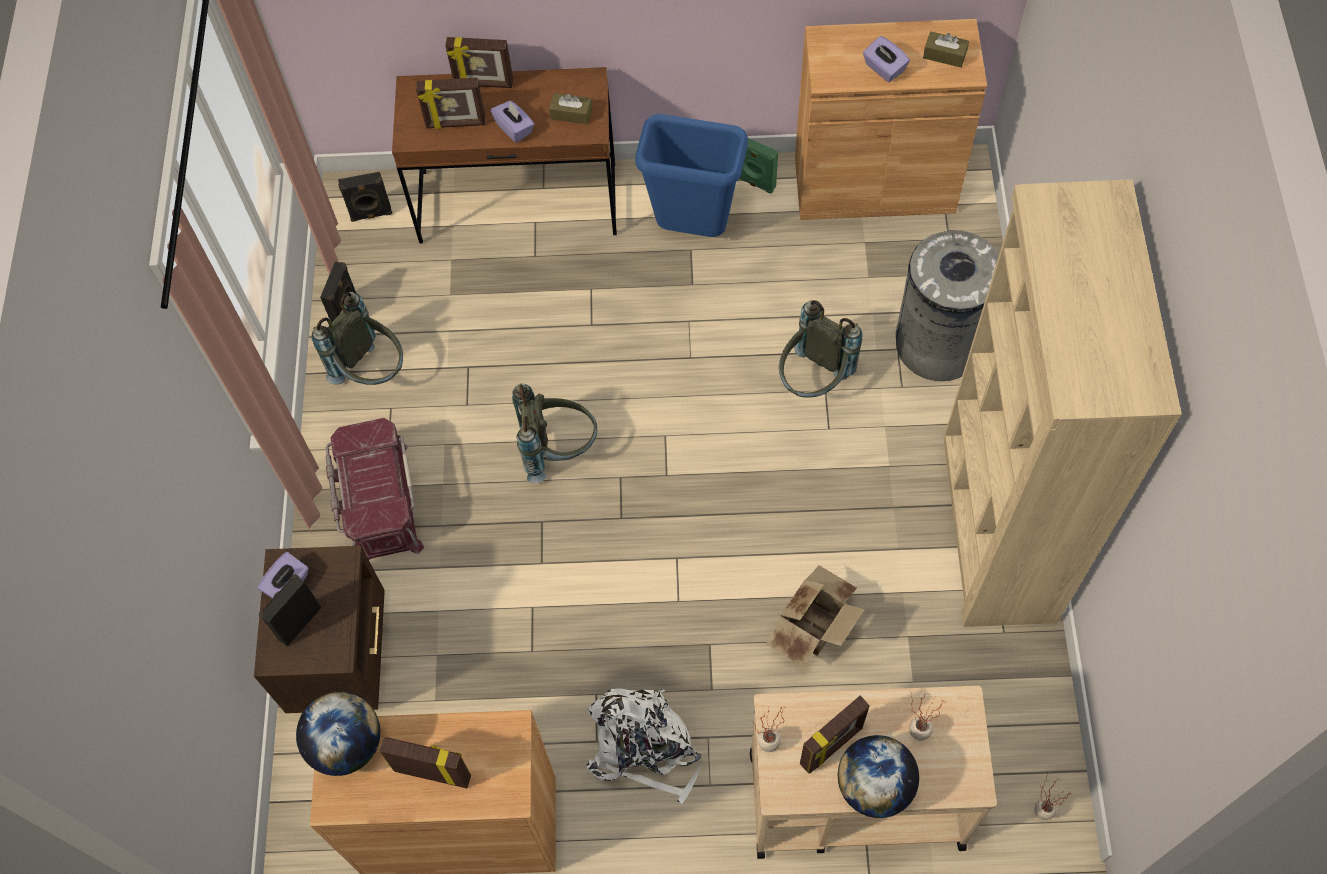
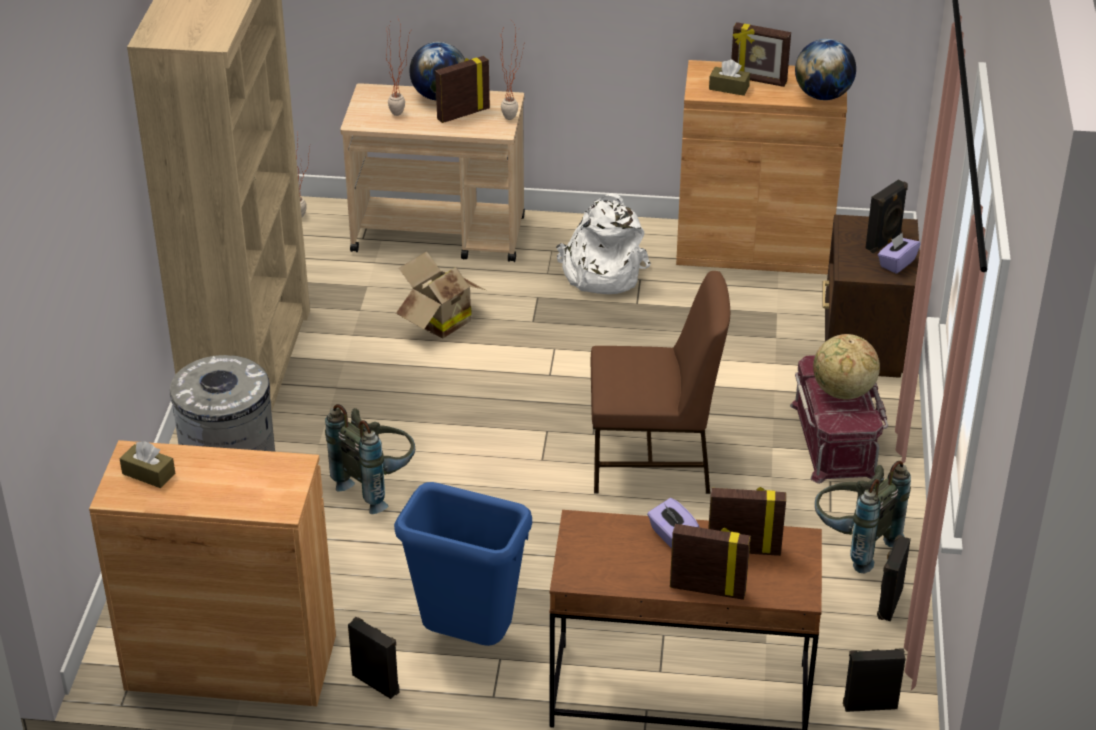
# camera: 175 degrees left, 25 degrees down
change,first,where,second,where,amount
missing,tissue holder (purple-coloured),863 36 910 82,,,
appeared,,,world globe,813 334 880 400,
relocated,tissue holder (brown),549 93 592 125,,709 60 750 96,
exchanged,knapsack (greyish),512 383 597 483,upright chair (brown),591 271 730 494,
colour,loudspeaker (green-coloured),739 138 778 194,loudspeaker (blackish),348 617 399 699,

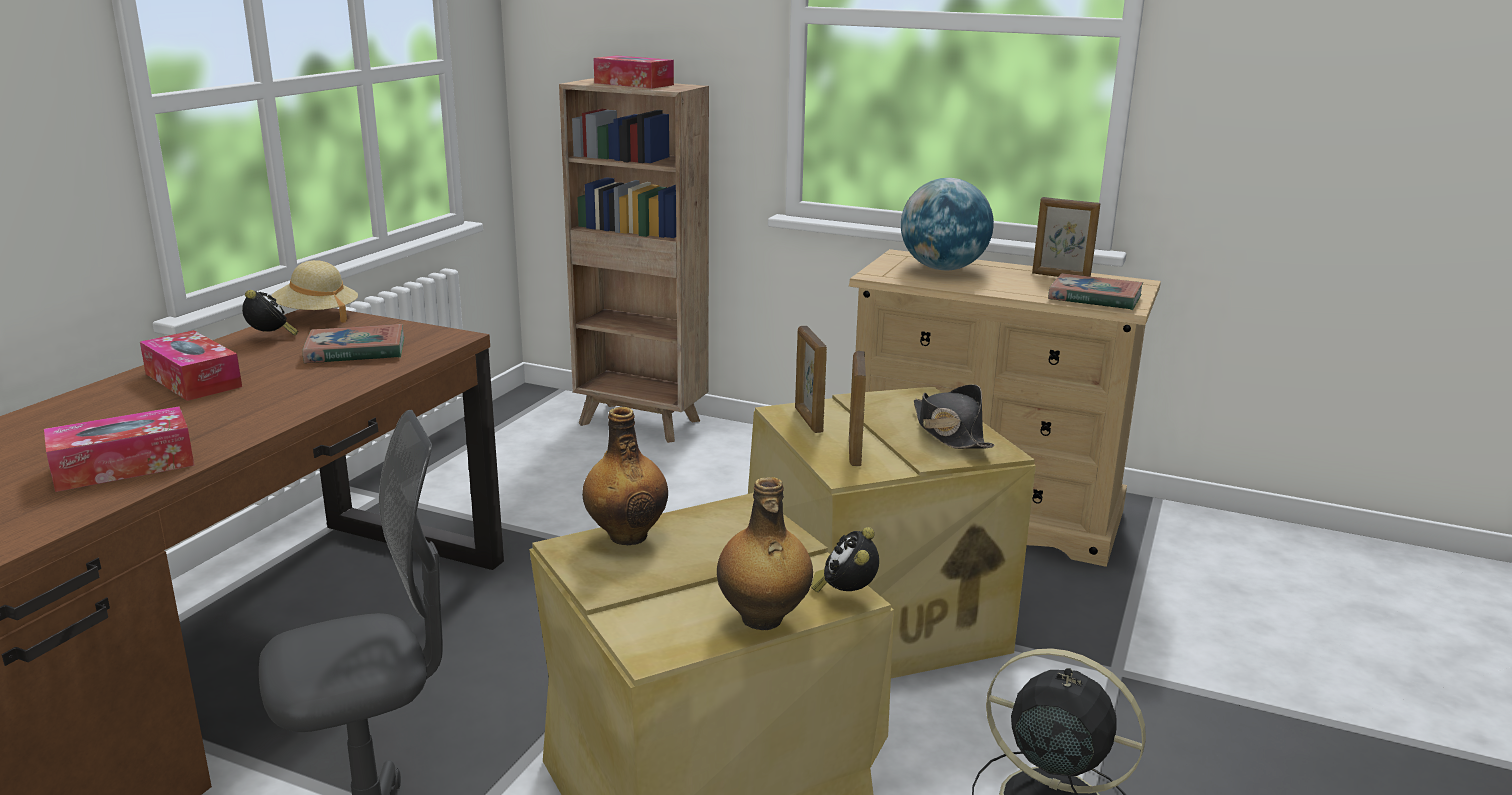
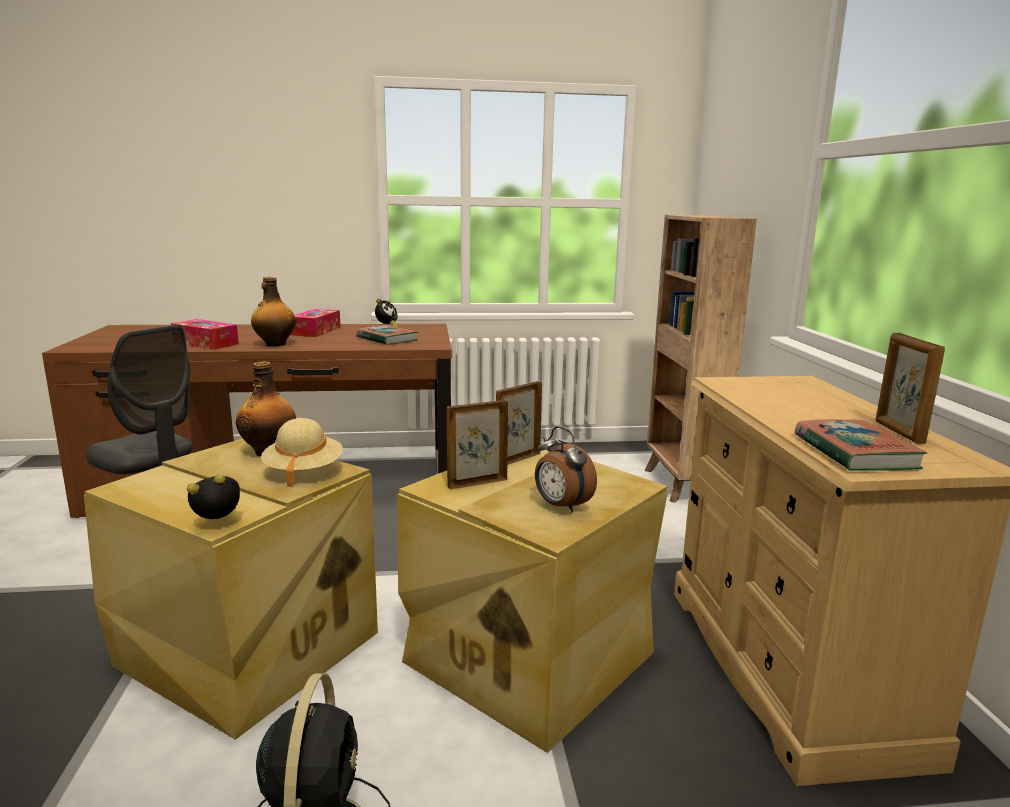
# camera: 60 degrees right, 5 degrees down
change,first,where,second,where,amount
missing,tissue holder,594 55 674 89,,,
missing,world globe,901 178 994 271,,,
relocated,hat (beige-coloured),271 260 358 323,,261 418 343 487,
relocated,bottle,717 477 813 630,,251 277 296 346,
exchanged,hat (blackish),914 384 995 449,bedside clock,535 426 597 512,

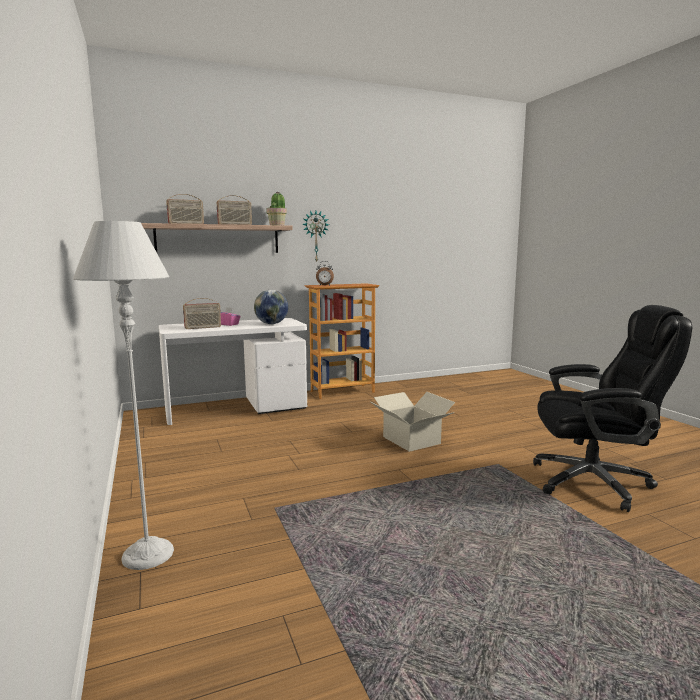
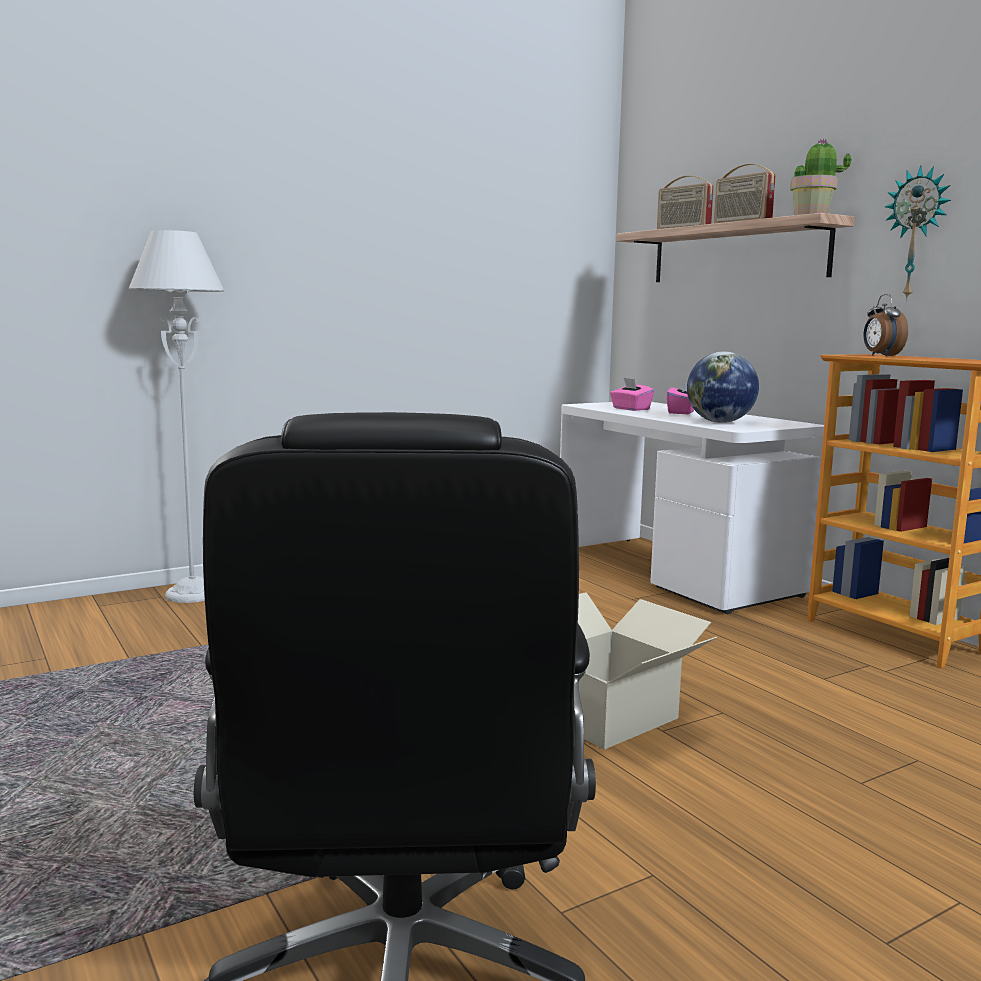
# camera: 80 degrees right, 0 degrees up
change,first,where,second,where,amount
exchanged,radio,183 298 221 329,tissue holder (pink),610 378 654 411,

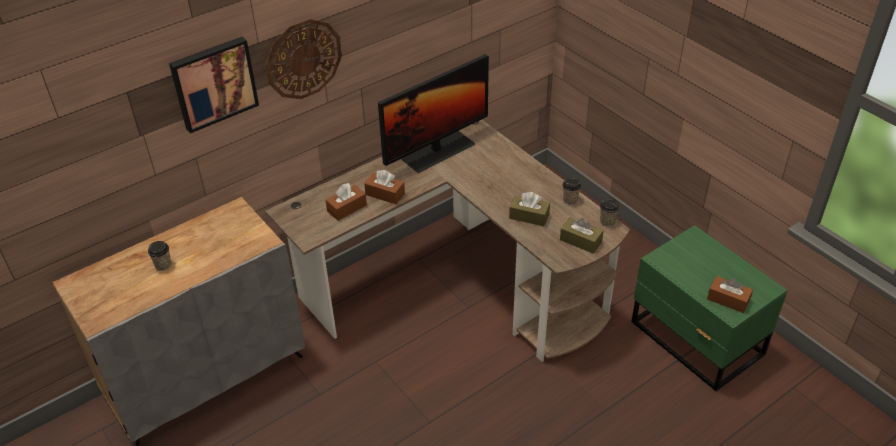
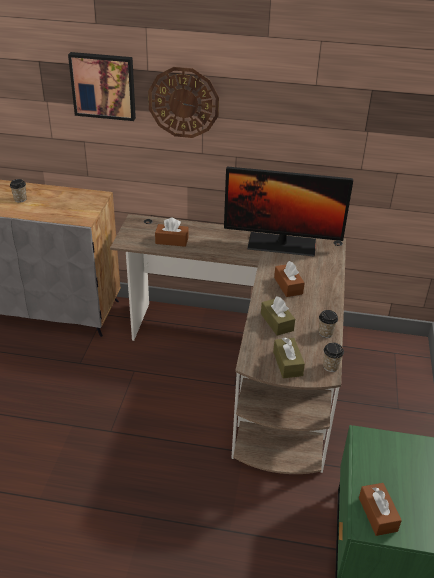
# camera: 45 degrees right, 5 degrees down
change,first,where,second,where,amount
relocated,tissue holder (brown),364 170 405 204,,274 261 305 297,

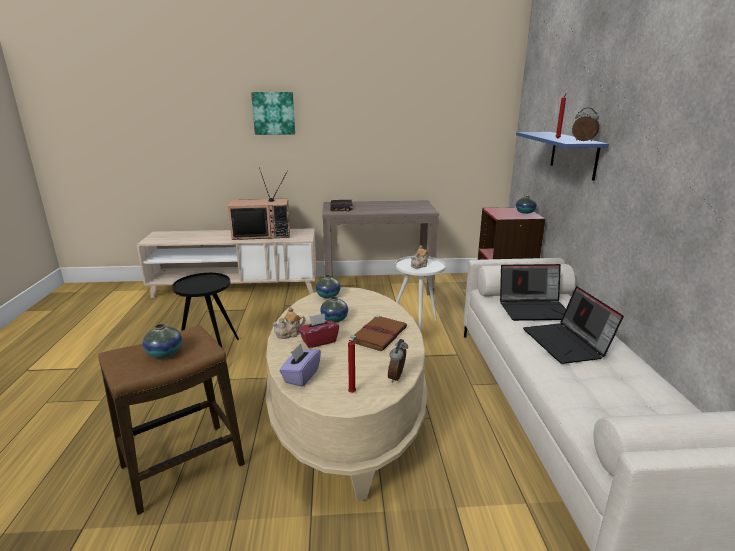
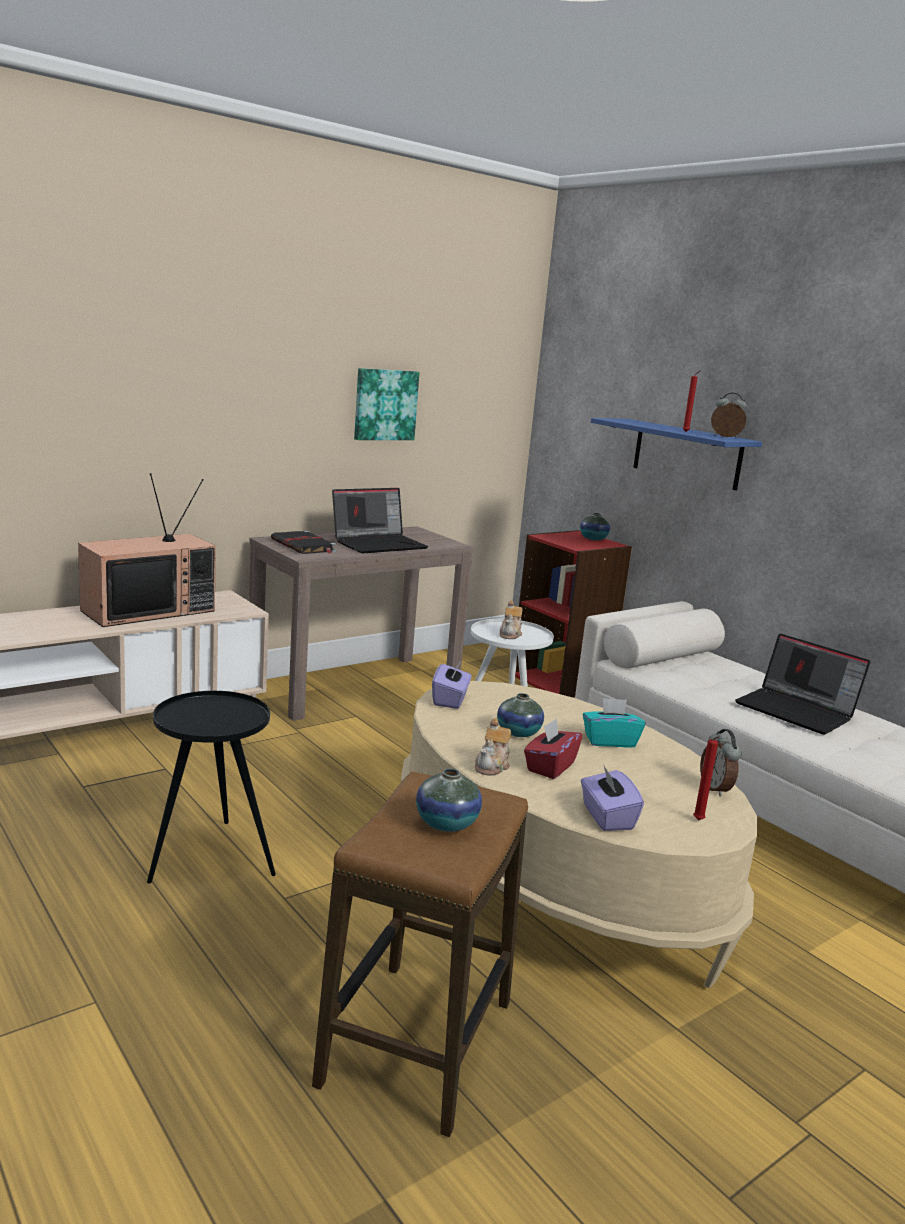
# camera: 35 degrees left, 5 degrees down
change,first,where,second,where,amount
relocated,wall picture,251 92 295 135,,354 368 419 440,
relocated,laptop,500 264 566 321,,332 488 428 553,
exchanged,vase,315 275 340 298,tissue holder (purple-coloured),432 660 471 709,
exchanged,volume (brown),350 315 407 351,tissue holder (blue-green),583 698 646 748,

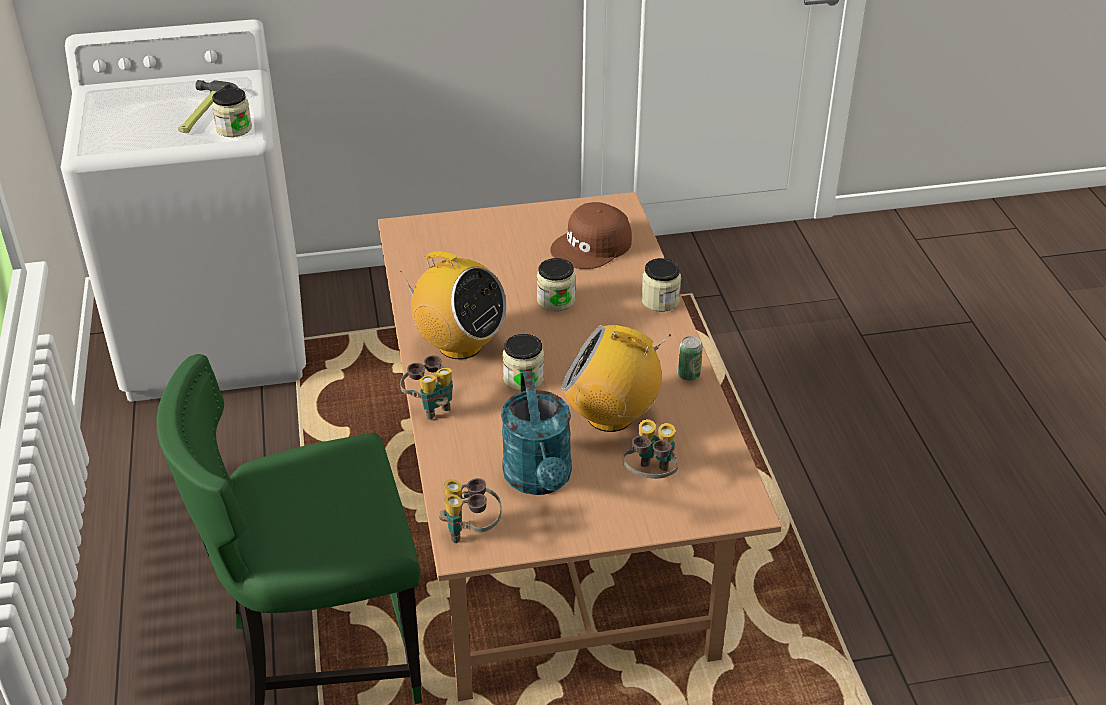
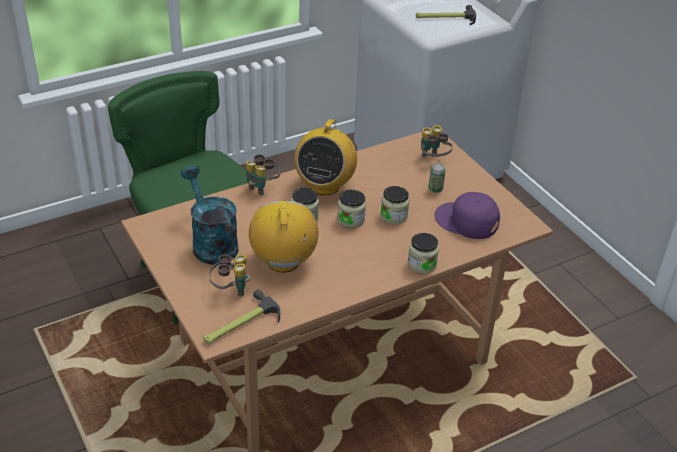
# camera: 70 degrees right, 0 degrees up
change,first,where,second,where,amount
appeared,,,hand hammer,203 289 280 344,
relocated,storage jar,212 88 252 137,,337 190 366 228,
relocated,field glasses,439 478 502 543,,421 125 453 157,
relocated,sealed can,678 336 703 381,,428 164 445 193,
colour,baseball cap (brown),550 202 632 269,baseball cap (purple-coloured),435 192 500 239,
spun,sprinkling can (blue-green),501 371 572 495,,181 165 239 265,90 degrees clockwise

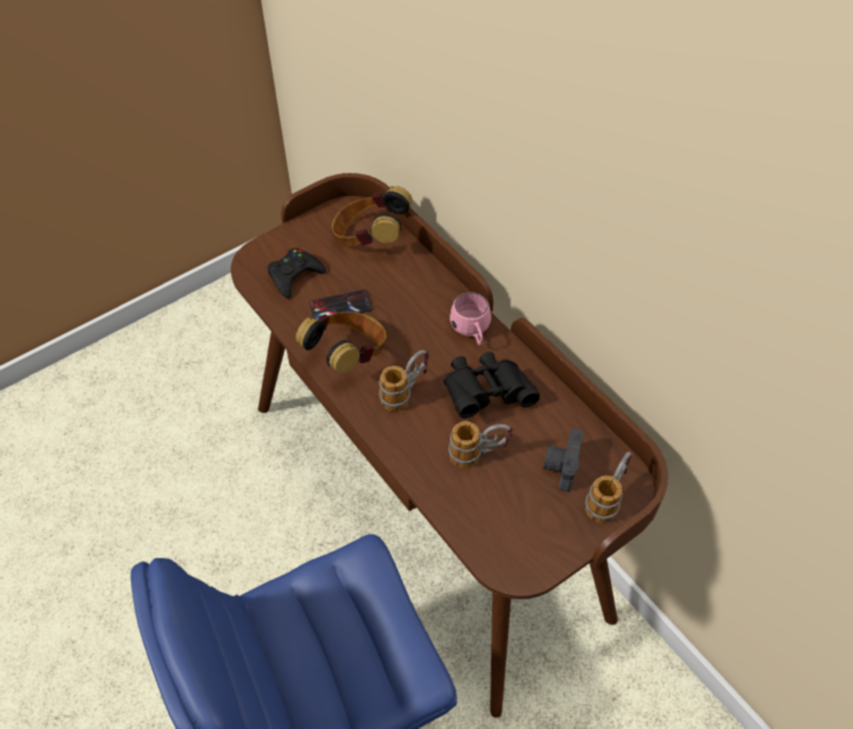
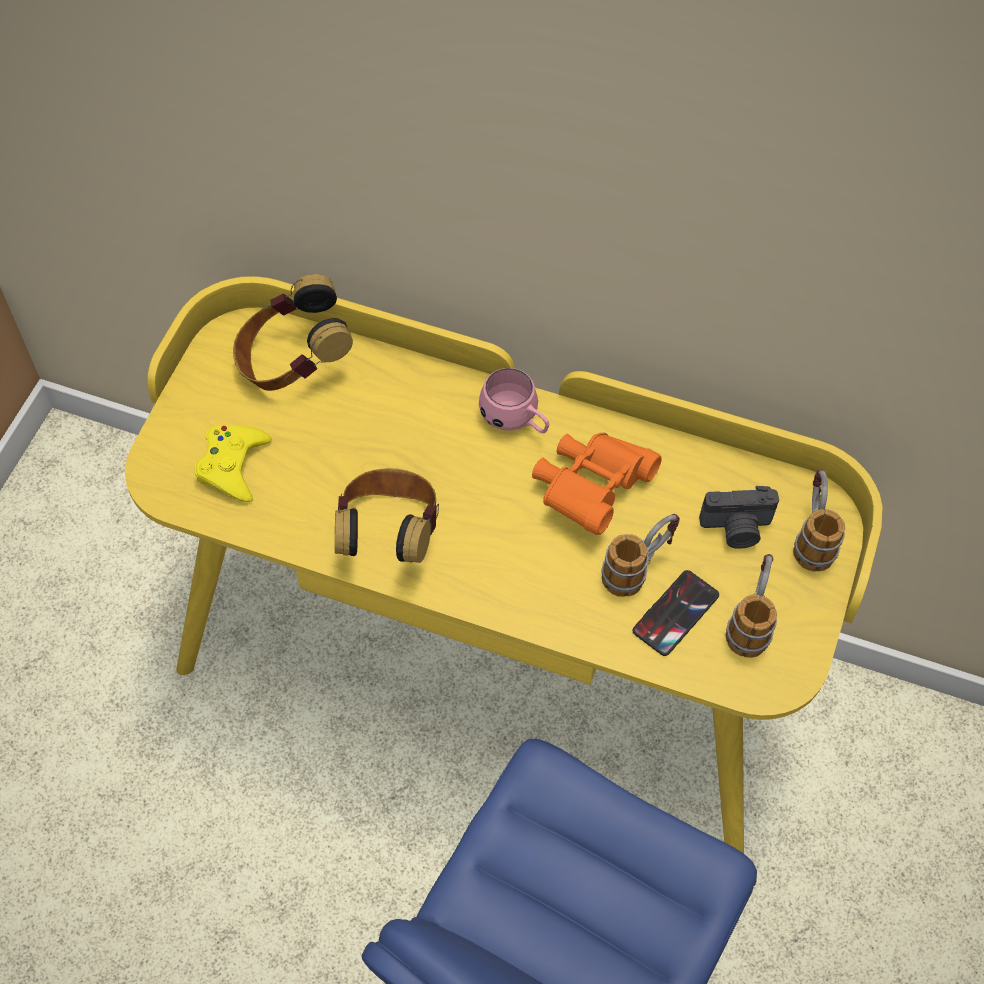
# camera: 35 degrees left, 5 degrees up
change,first,where,second,where,amount
relocated,telephone,310 290 372 320,,633 570 719 656,
relocated,coffee mug,379 350 429 411,,725 554 777 658,
colour,desk table (brown),231 173 668 718,desk table (yellow),125 276 883 853,
colour,gamepad (blackish),267 248 326 299,gamepad (yellow),195 425 272 502,
colour,field glasses (blackish),443 352 540 418,field glasses (orangey),532 433 662 535,
spun,photo camera,543 428 583 492,,699 486 779 549,75 degrees counterclockwise

